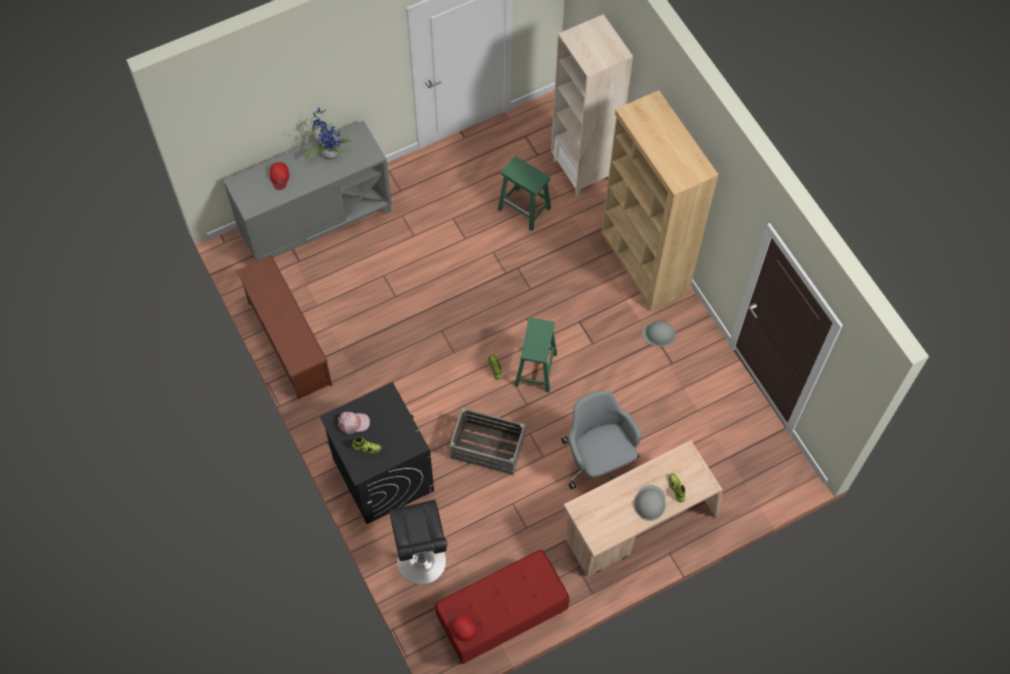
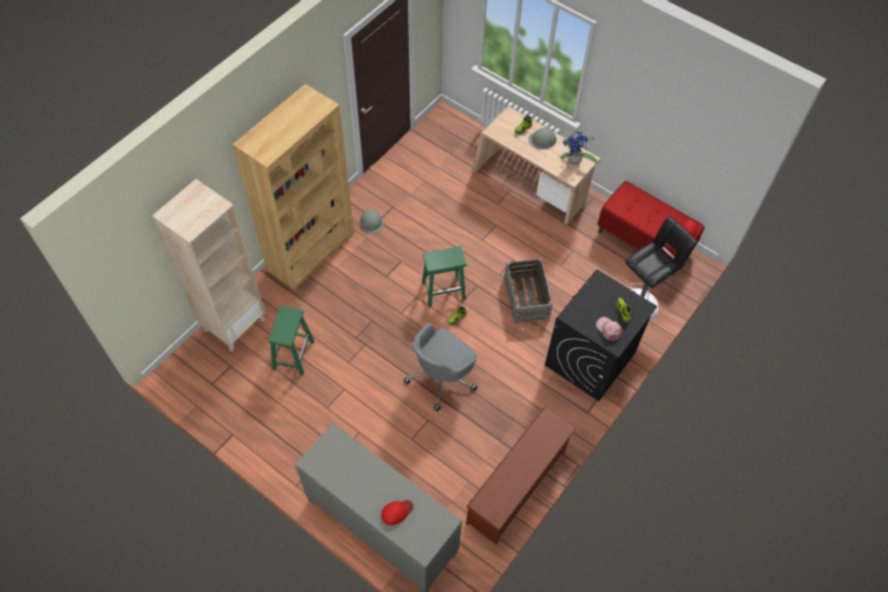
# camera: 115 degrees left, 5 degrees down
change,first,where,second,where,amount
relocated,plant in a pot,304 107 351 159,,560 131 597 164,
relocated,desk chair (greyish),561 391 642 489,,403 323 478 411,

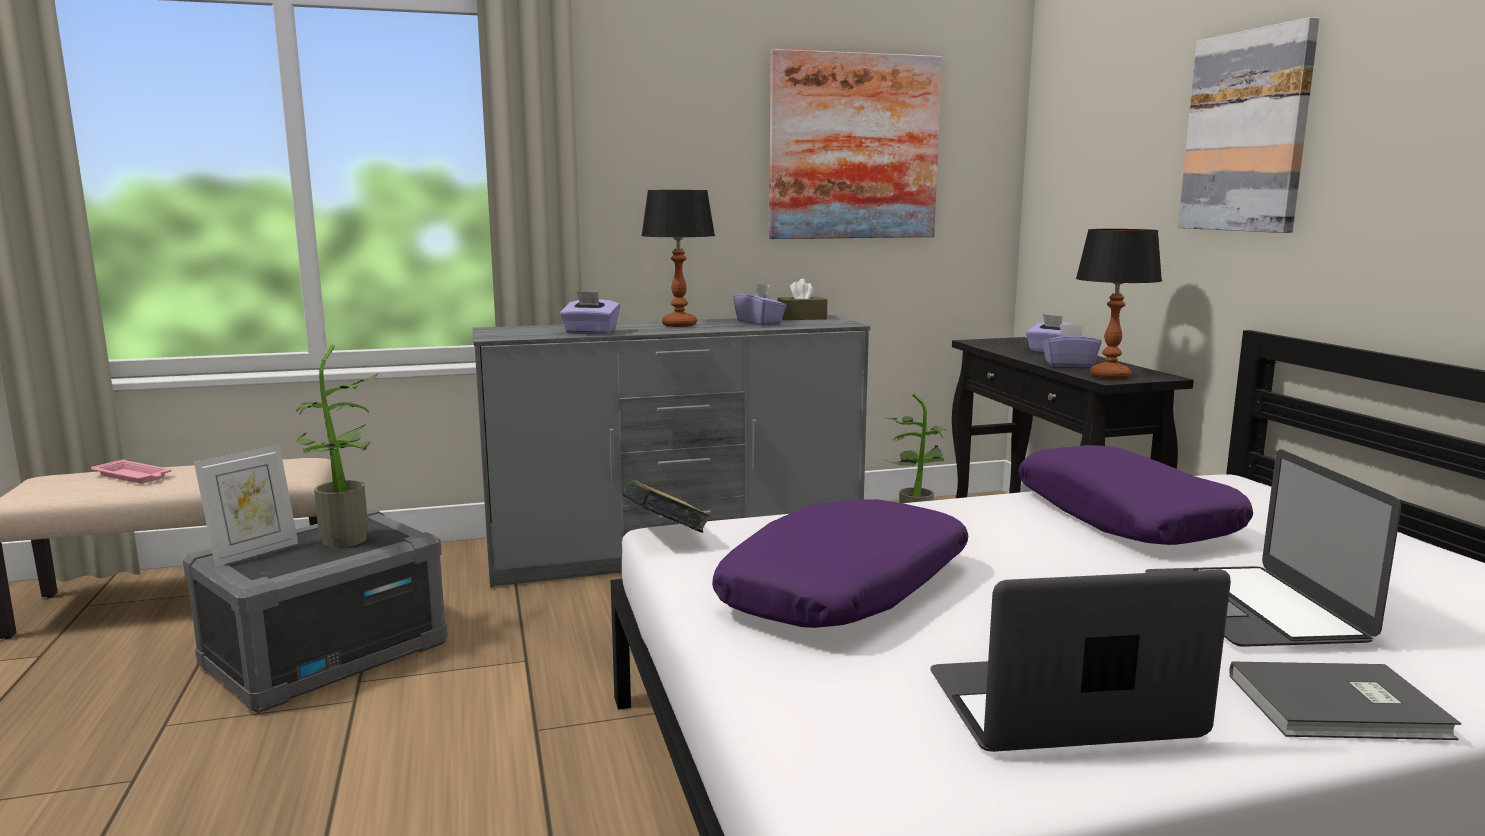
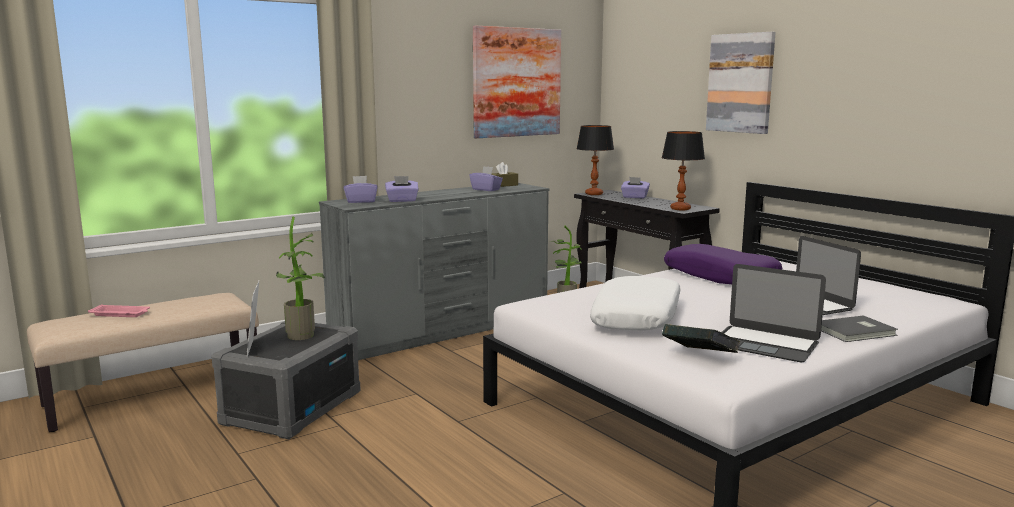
# camera: 20 degrees left, 0 degrees up
change,first,where,second,where,amount
relocated,volume,622 479 711 533,,662 324 740 353,
relocated,tabletop lamp,641 190 715 327,,577 125 614 195,
relocated,tissue holder (purple-coloured),1042 324 1102 367,,344 176 378 203,
colour,pillow (purple-coloured),712 499 969 628,pillow (white-coloured),590 276 681 331,
spun,standing frame,194 445 298 567,,247 281 259 357,150 degrees clockwise
spun,laptop,930 569 1231 752,,721 264 826 362,120 degrees counterclockwise

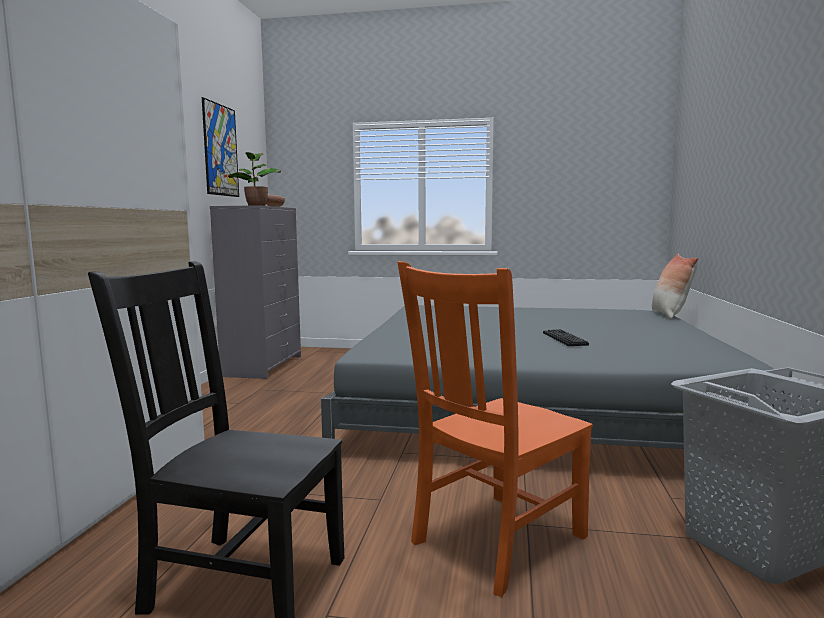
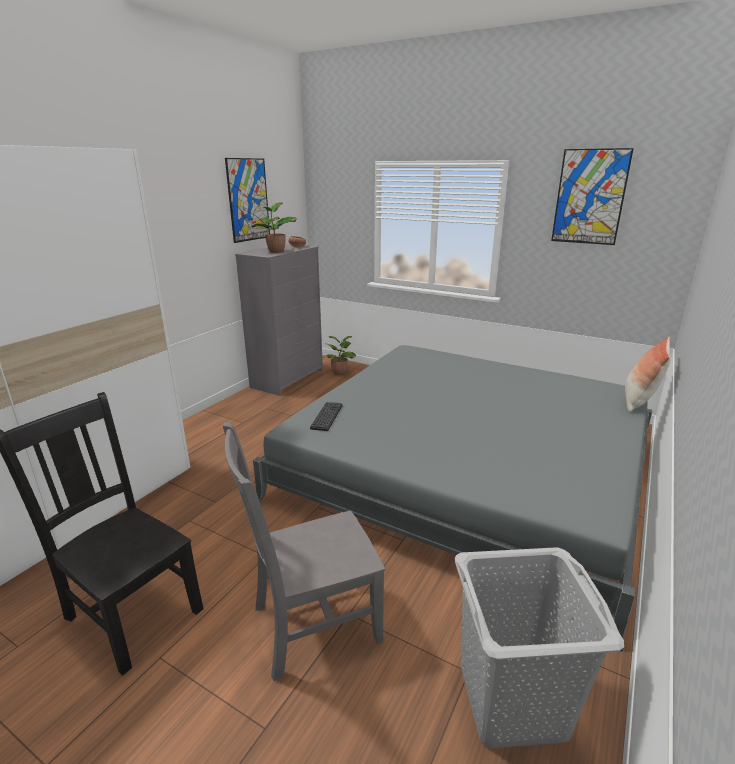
# camera: 20 degrees right, 15 degrees up
change,first,where,second,where,amount
appeared,,,plant in a pot,326 336 356 375,
appeared,,,wall picture,551 148 634 245,
relocated,keyboard,543 329 589 346,,310 402 343 431,
colour,upright chair (orangey),397 261 592 597,upright chair (greyish),223 422 385 681,

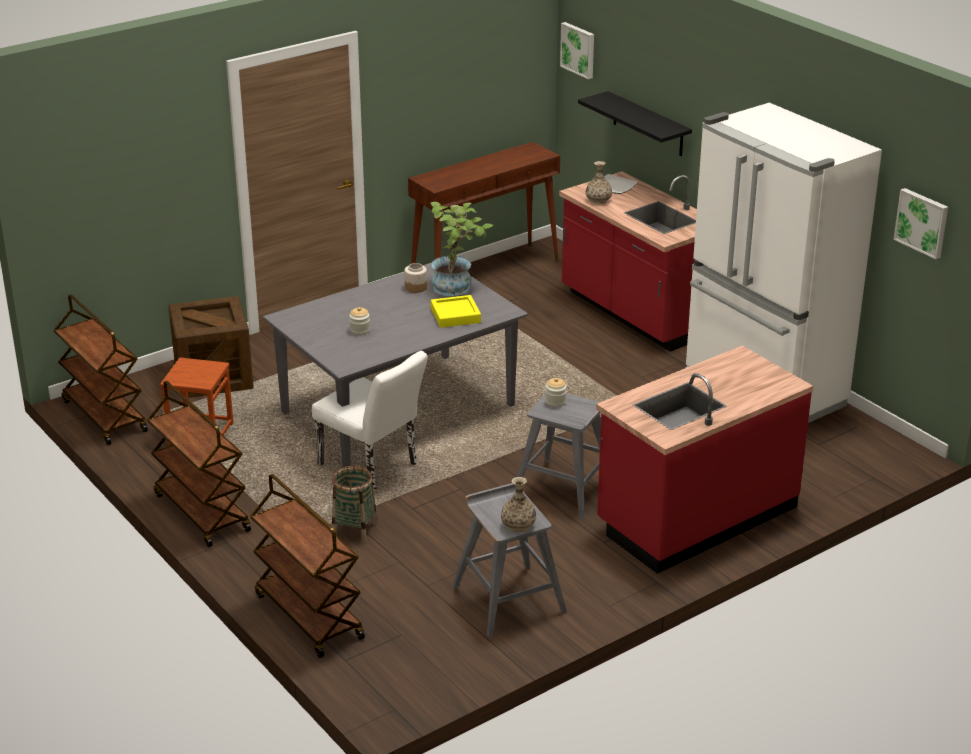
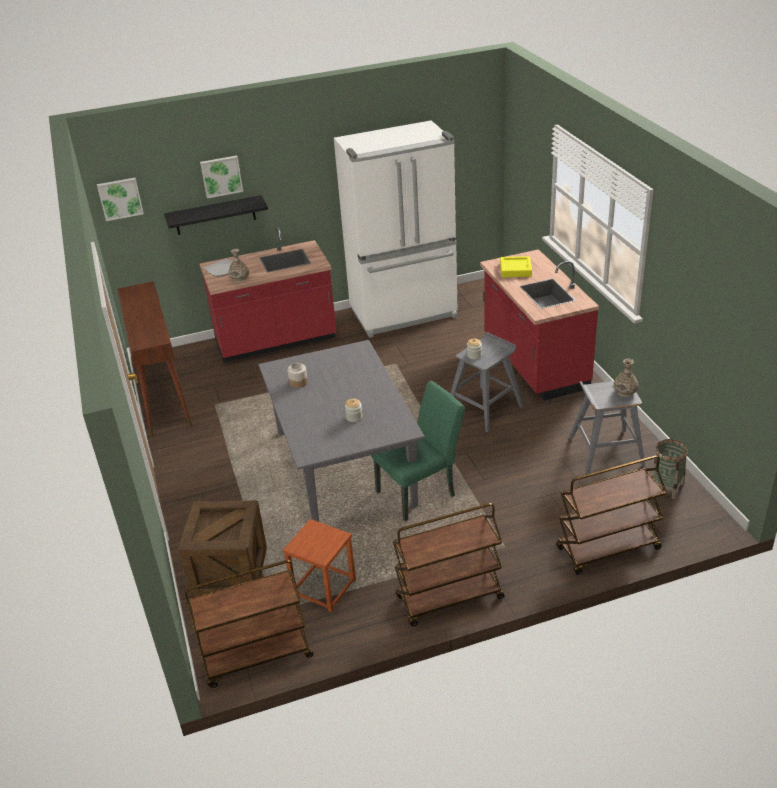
# camera: 70 degrees left, 5 degrees up
change,first,where,second,where,amount
missing,plant in a pot,431 202 493 296,,,
relocated,household basket,332 466 378 543,,651 439 688 499,
relocated,carrying tray (yellow),431 295 481 328,,500 256 532 277,
relocated,wall picture,893 188 948 259,,200 155 243 199,
colour,upright chair (white-coloured),312 351 428 490,upright chair (green-coloured),371 381 465 521,

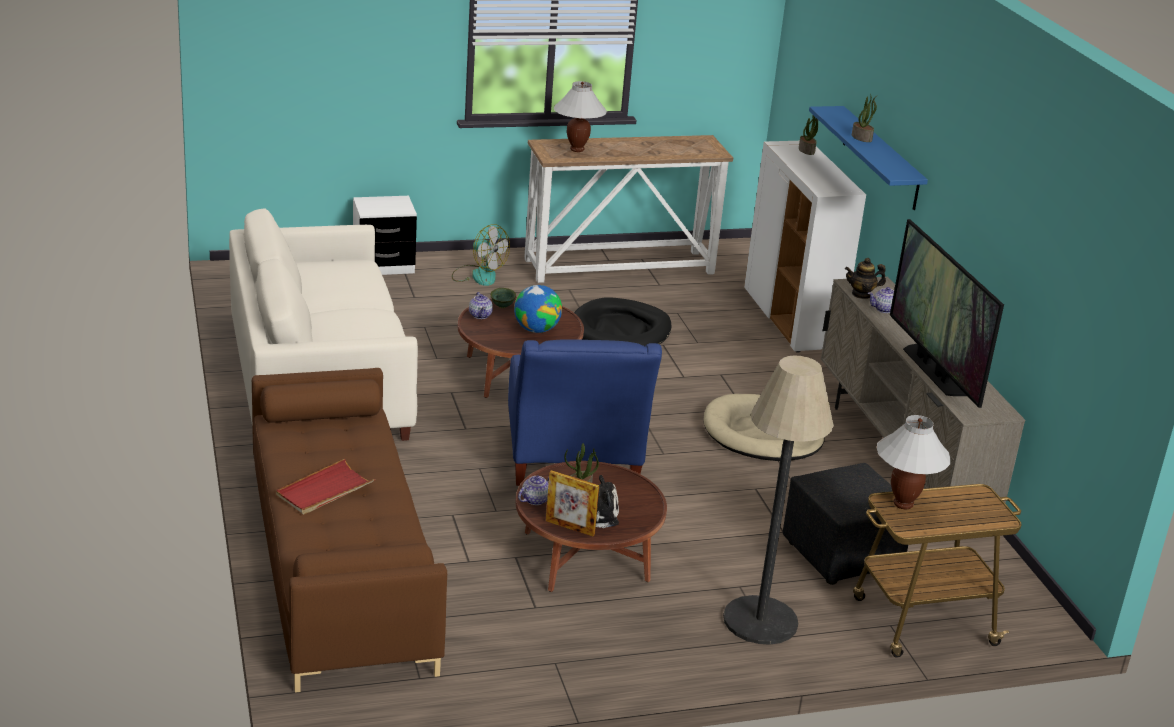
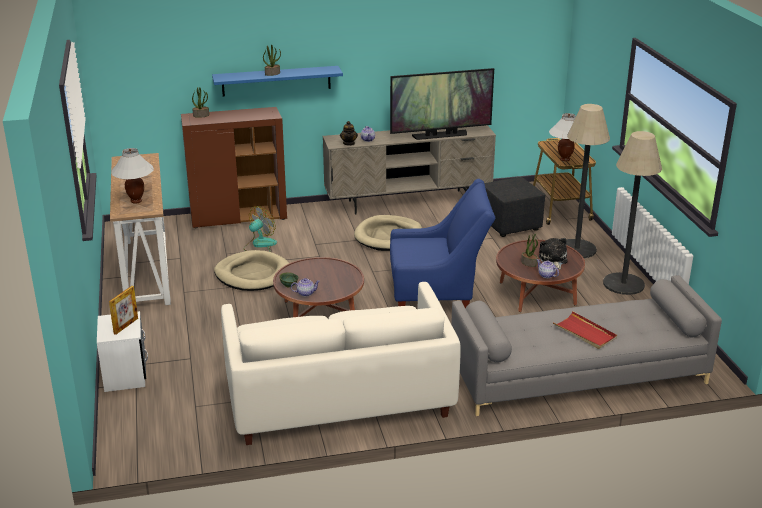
# camera: 85 degrees left, 0 degrees up
change,first,where,second,where,amount
missing,world globe,514 285 562 333,,,
appeared,,,standard lamp,603 131 662 295,
relocated,cooling fan,452 224 510 286,,244 206 277 252,
relocated,standing frame,546 470 599 536,,109 286 138 335,
colour,couch (brown),252 368 447 693,couch (greyish),451 275 722 416,
colour,dog cushion (blackish),574 298 672 346,dog cushion (beige-coloured),214 250 289 291,
colour,cupboard (white-coloured),744 141 866 353,cupboard (brown),181 107 287 228,

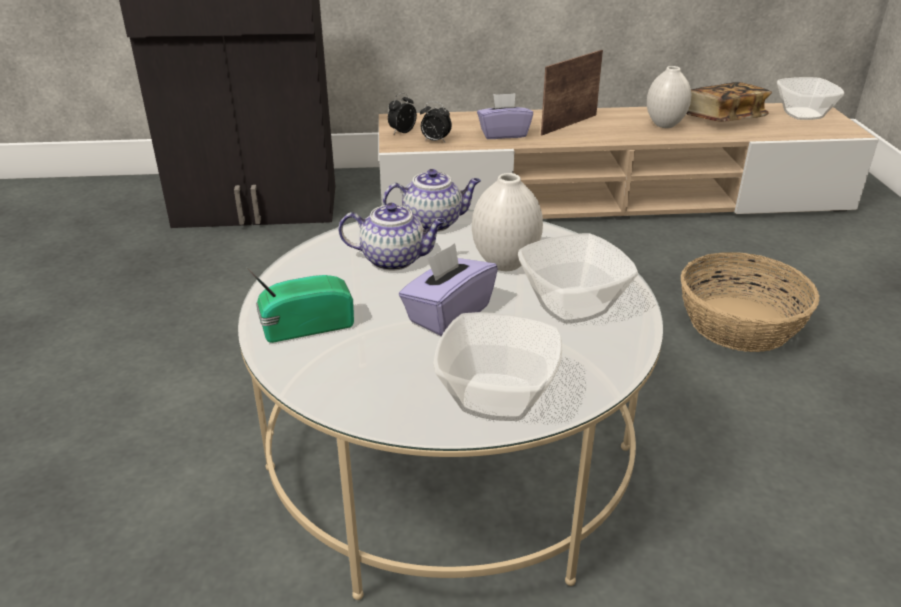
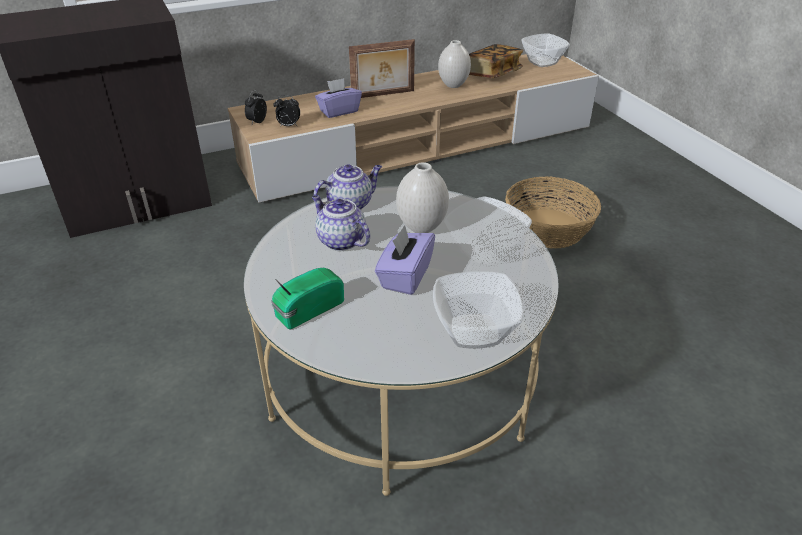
# camera: 20 degrees left, 5 degrees up
change,first,where,second,where,amount
spun,teapot,339 203 446 271,,312 195 370 251,120 degrees counterclockwise
spun,standing frame,541 50 603 135,,349 39 415 98,135 degrees counterclockwise

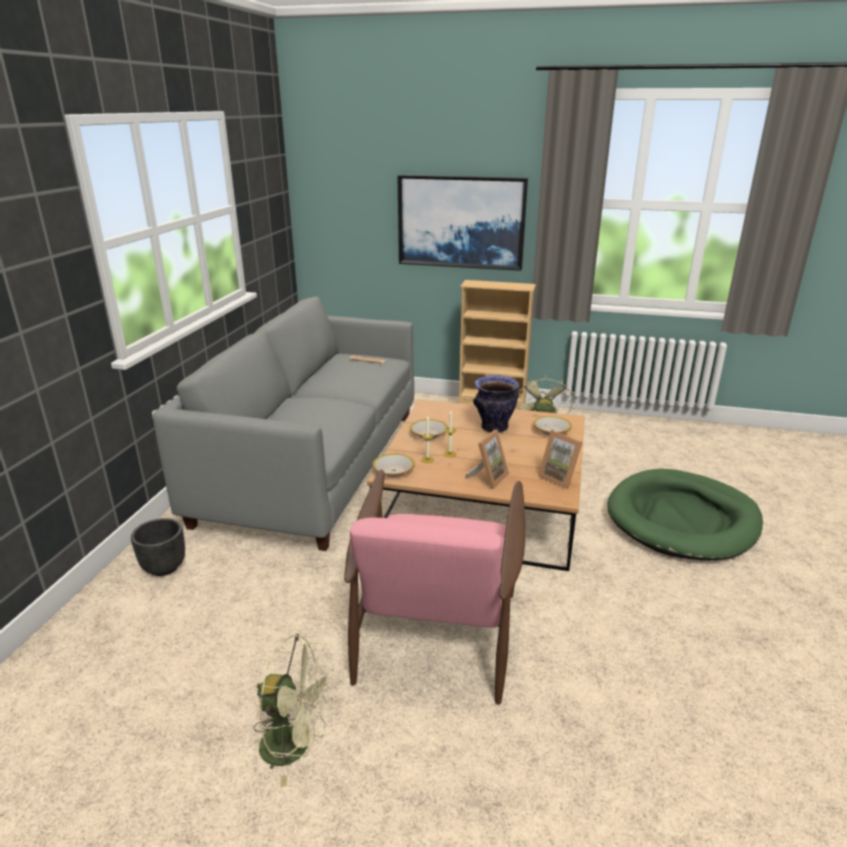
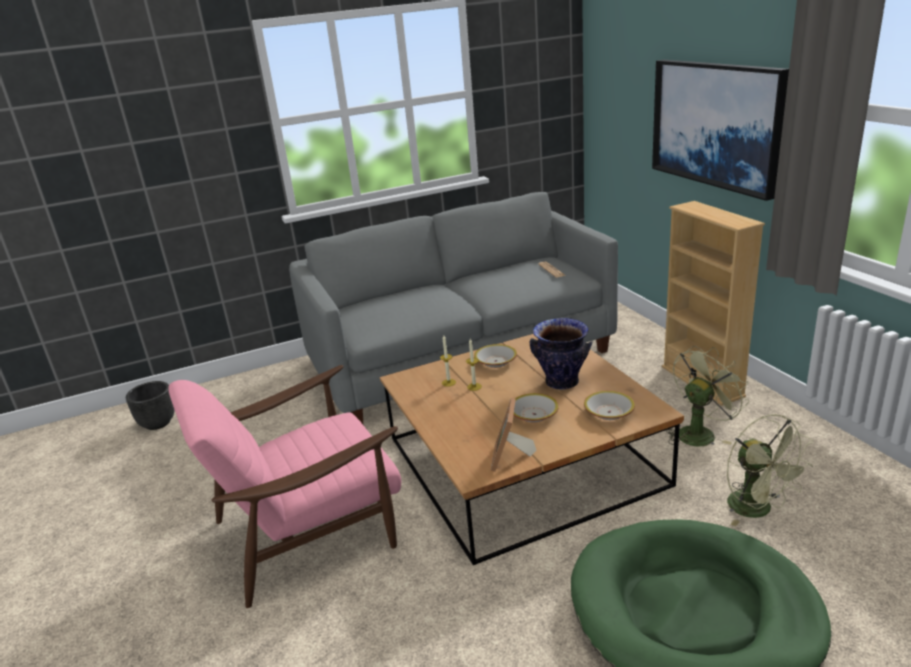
# camera: 55 degrees right, 0 degrees up
change,first,where,second,where,amount
missing,standing frame,465 430 509 489,,,
relocated,plant pot (blackish),131 518 185 576,,126 381 174 430,
relocated,cooling fan (green-coloured),253 634 334 787,,727 414 813 526,
relocated,bowl,372 453 415 477,,513 393 559 422,

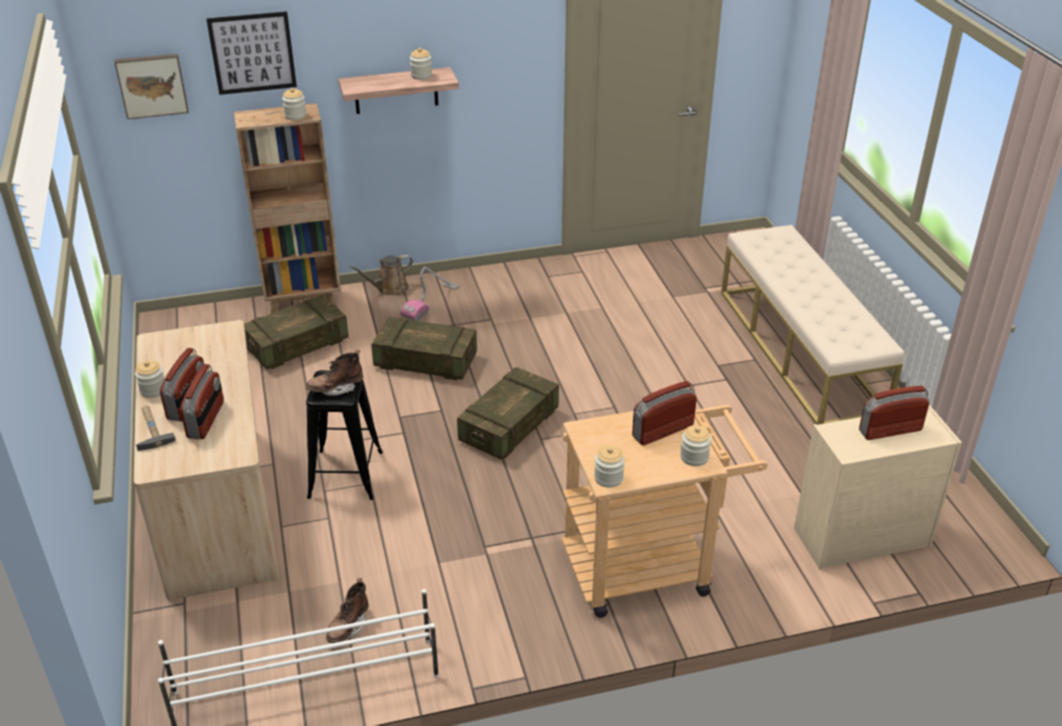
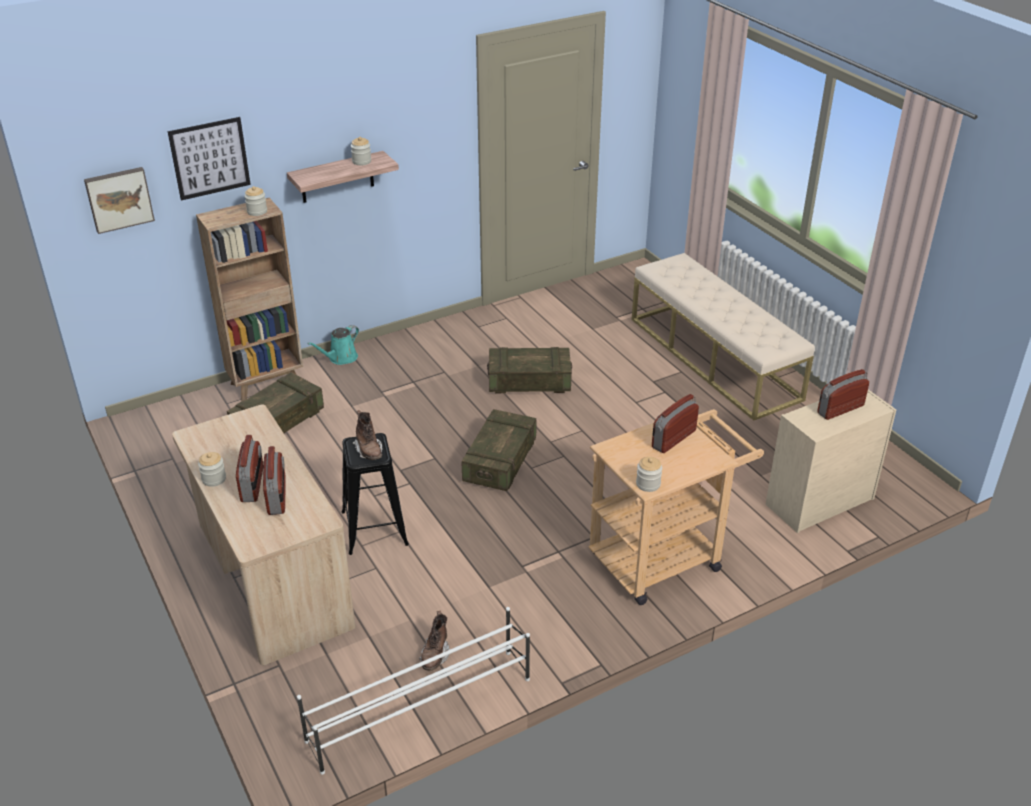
# camera: 15 degrees left, 0 degrees up
change,first,where,second,where,amount
missing,hand hammer,136 406 176 451,,,
missing,hoover,400 267 459 321,,,
missing,storage jar,680 425 711 466,,,
relocated,shipping crate,371 317 477 380,,487 347 572 393,
colour,sprinkling can (brown),349 255 413 295,sprinkling can (blue-green),307 325 359 365,
spun,tall boot (brown),306 350 363 396,,353 410 383 460,75 degrees counterclockwise

